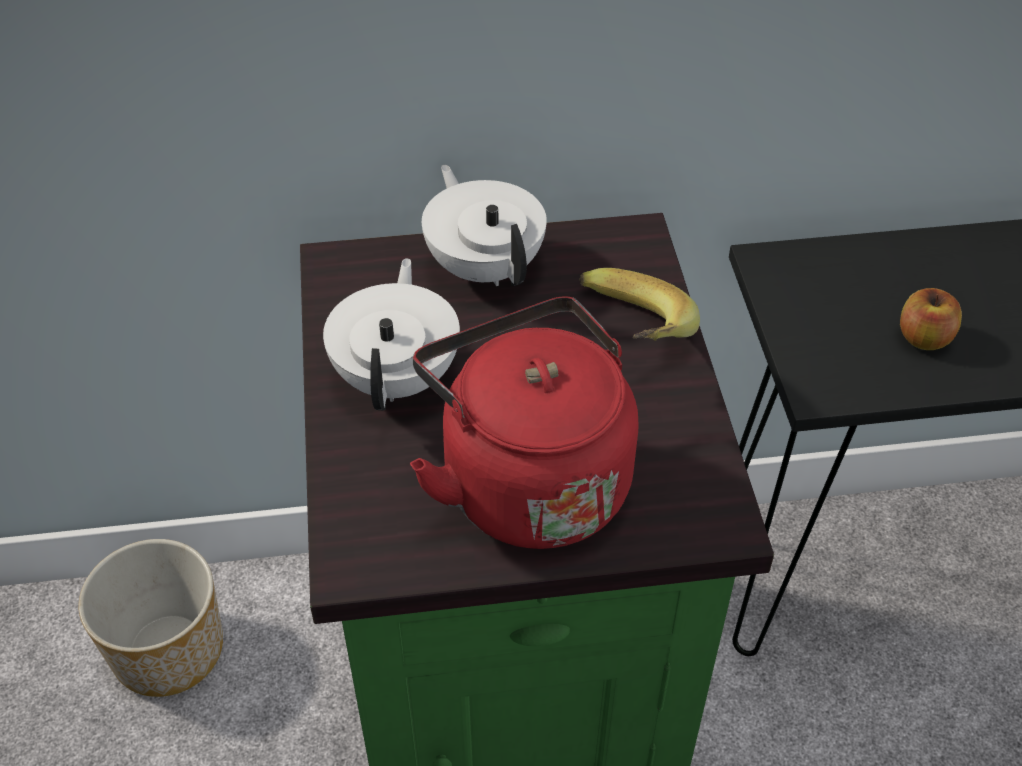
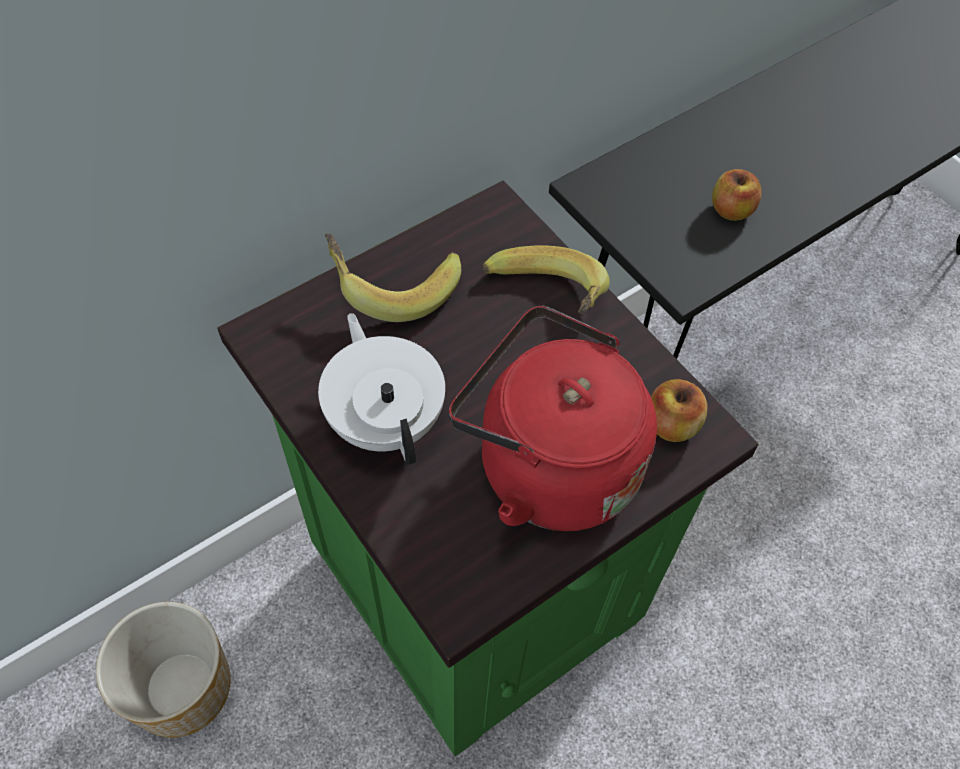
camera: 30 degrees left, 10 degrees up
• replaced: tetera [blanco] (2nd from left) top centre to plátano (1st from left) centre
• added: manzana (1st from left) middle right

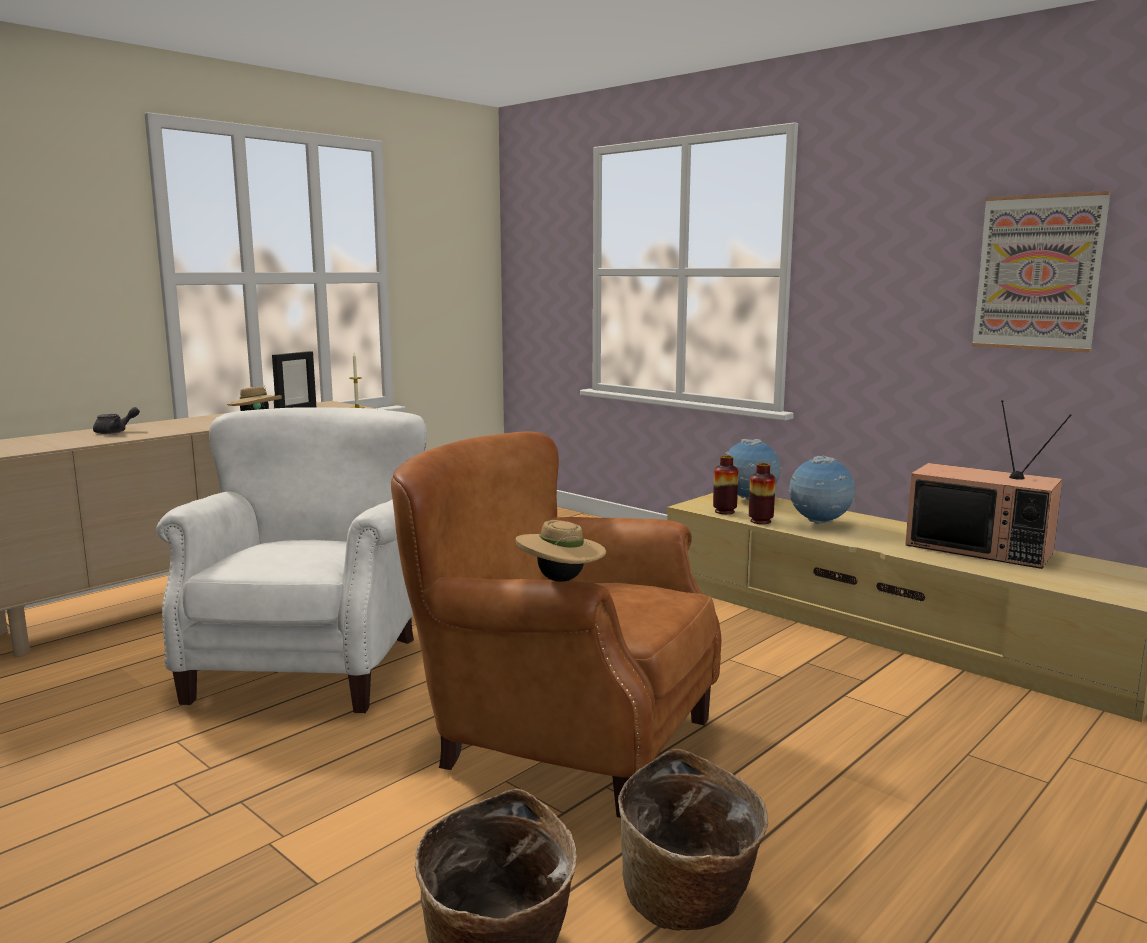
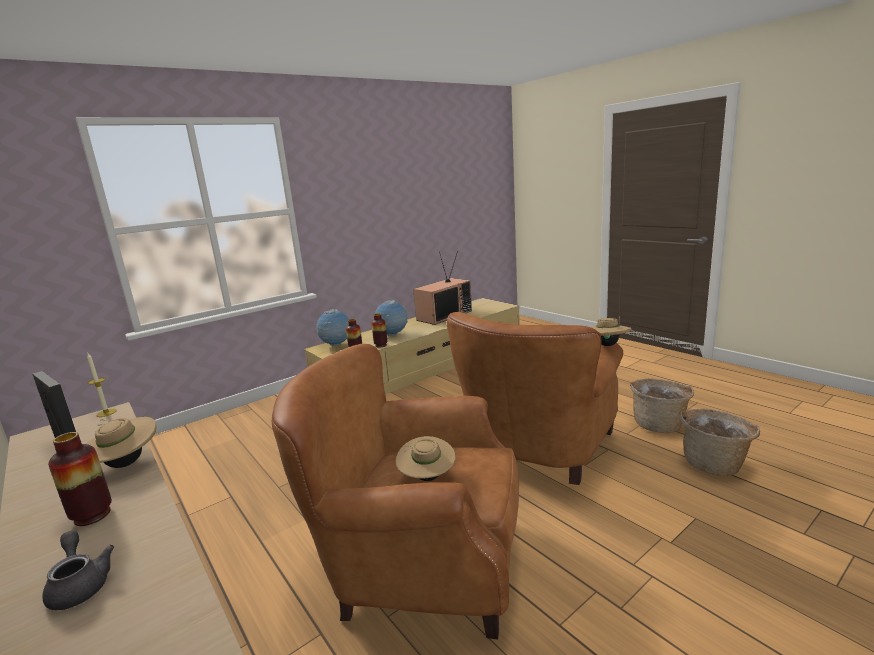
camera: 80 degrees left, 5 degrees up
• added: florero (1st from left) bottom left
• recoloured: sillón [blanco] middle left to sillón [marrón] (1st from left) bottom centre
• added: sombrero [beis] (2nd from left) bottom centre
• removed: cuadro top right

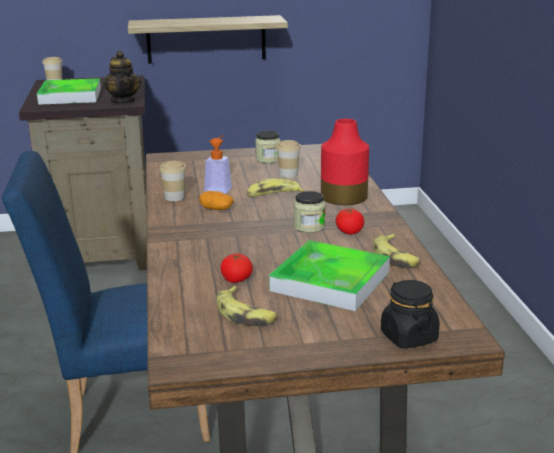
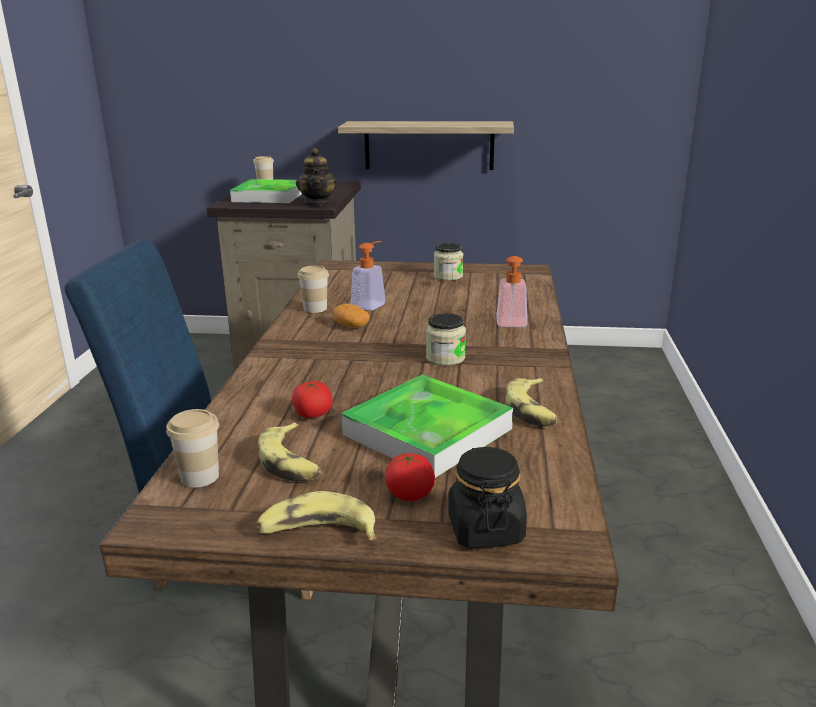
camera: 15 degrees right, 0 degrees up
• moved: taza (3rd from left in the first image) centre to taza (1st from left) middle left
• moved: plátano (2nd from left) centre to bottom centre
• moved: tomate (2nd from left) centre to bottom centre
• replaced: florero [rojo] centre to dispensador de jabón (2nd from left) centre

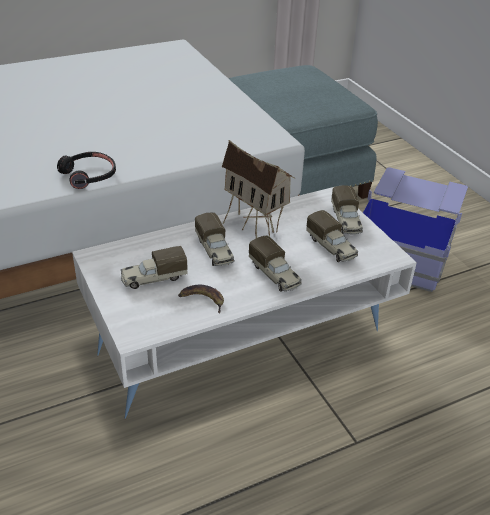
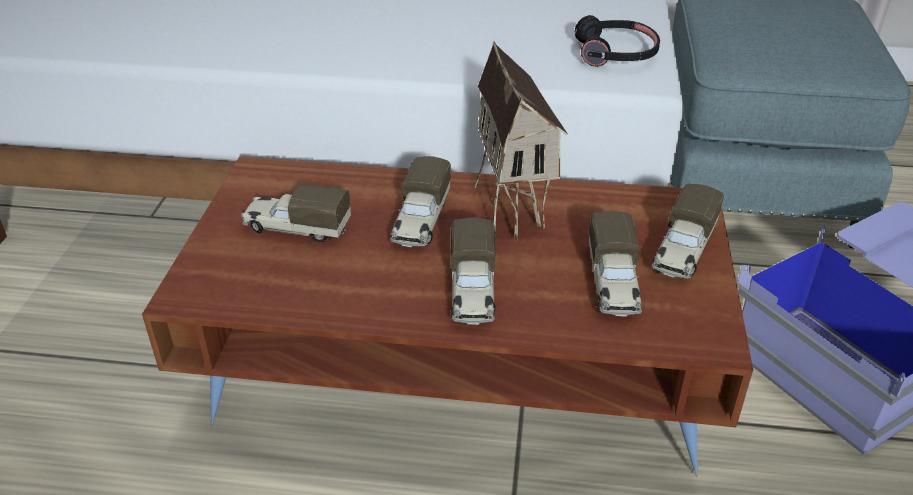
camera: 35 degrees right, 0 degrees up
• recoloured: mesa de centro [blanco] centre to mesa de centro [marrón] centre
• moved: auriculares [negro] top left to top right
• removed: plátano centre

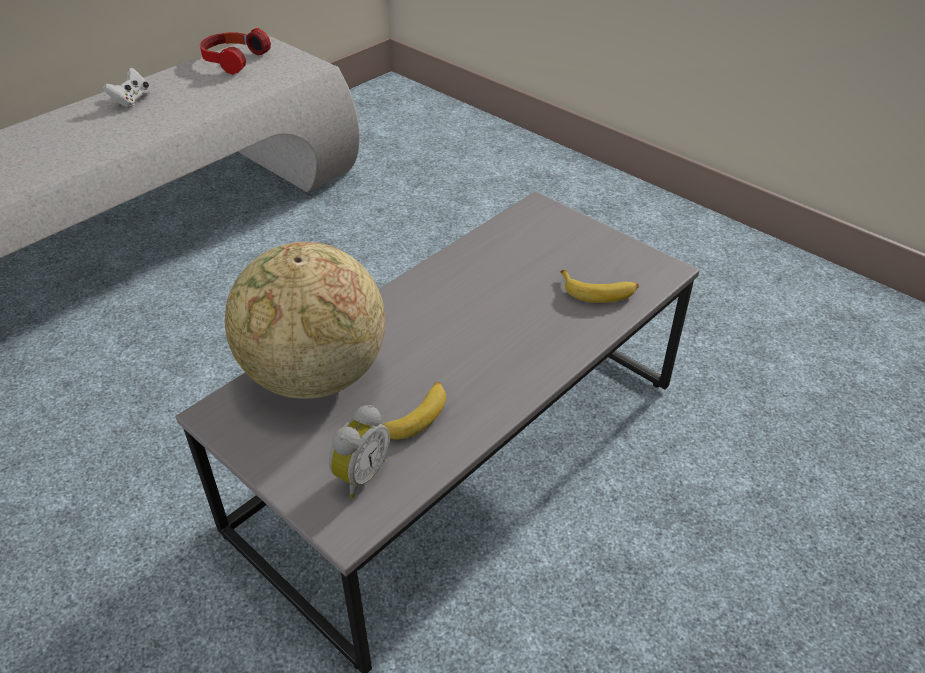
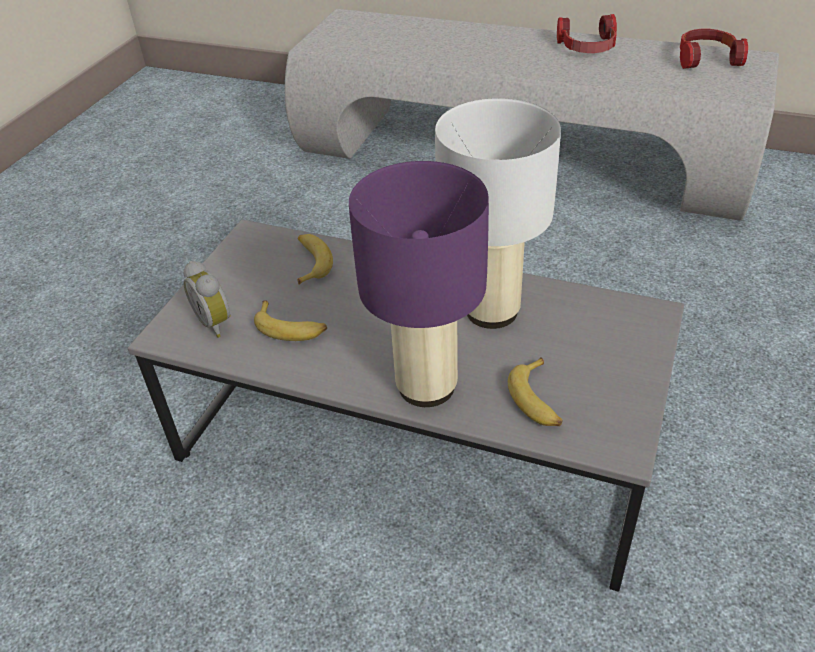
camera: 70 degrees right, 0 degrees up
• turned: despertador bottom centre = middle left 45 degrees clockwise
• replaced: globo terráqueo middle left to plátano (2nd from left) centre
• added: lámpara de mesa [morado] centre
• added: lámpara de mesa [blanco] top centre
• replaced: mando de consola [blanco] top left to auriculares (1st from left) top right

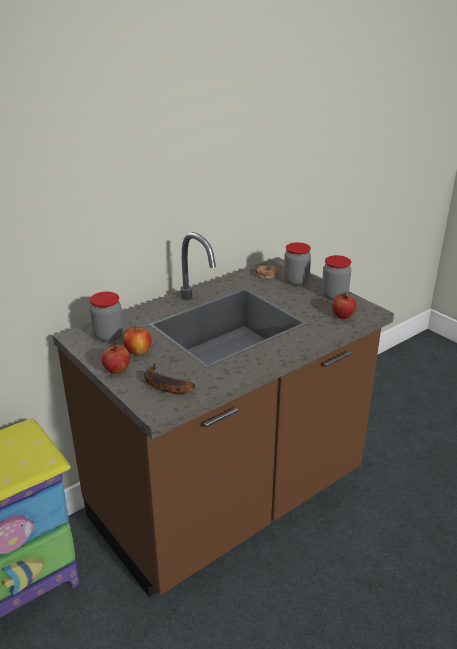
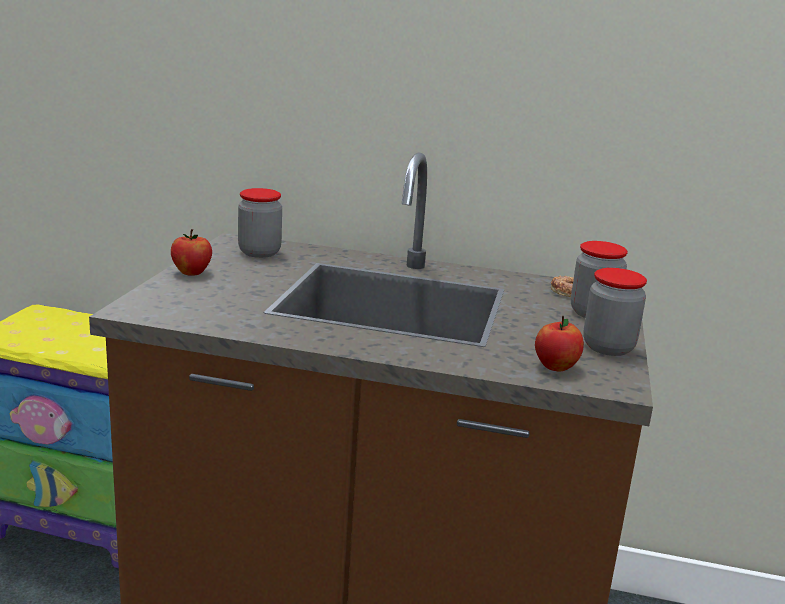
camera: 50 degrees right, 10 degrees down
• removed: manzana (2nd from left) middle left
• removed: plátano centre

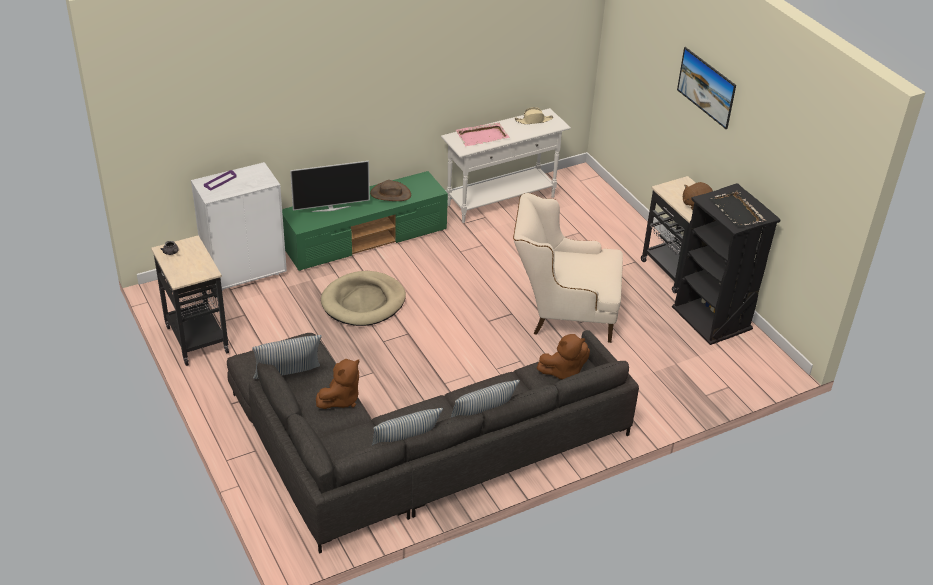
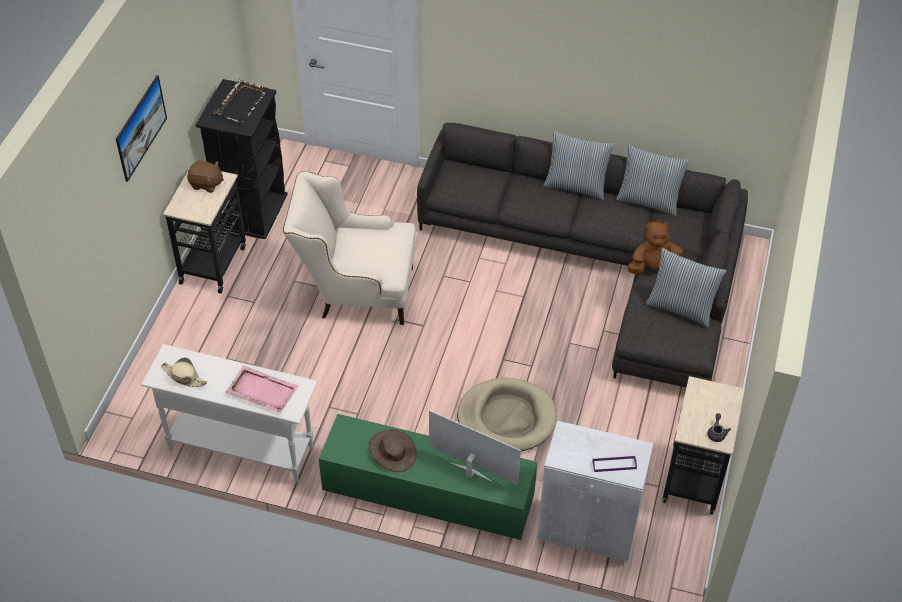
camera: 135 degrees left, 10 degrees up
• turned: sillón [beis] centre = centre 135 degrees clockwise
• removed: peluche [marrón] (2nd from left) centre

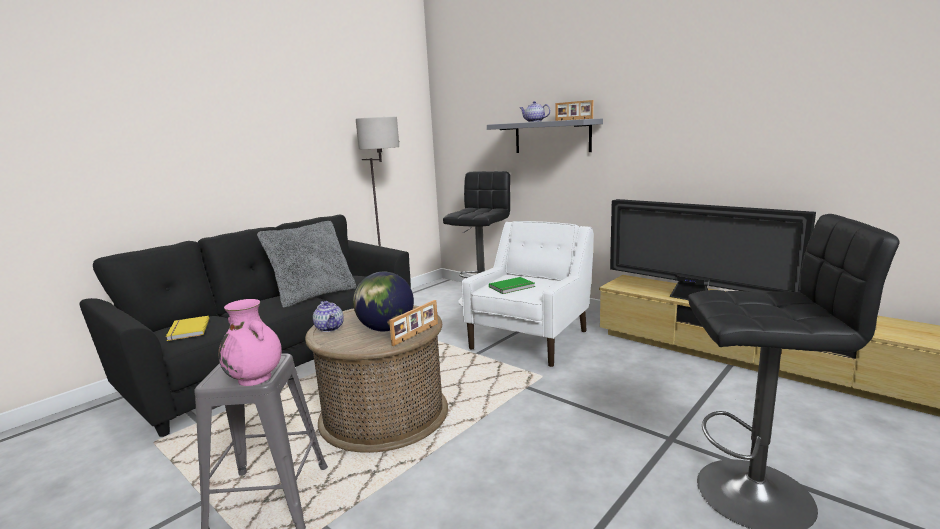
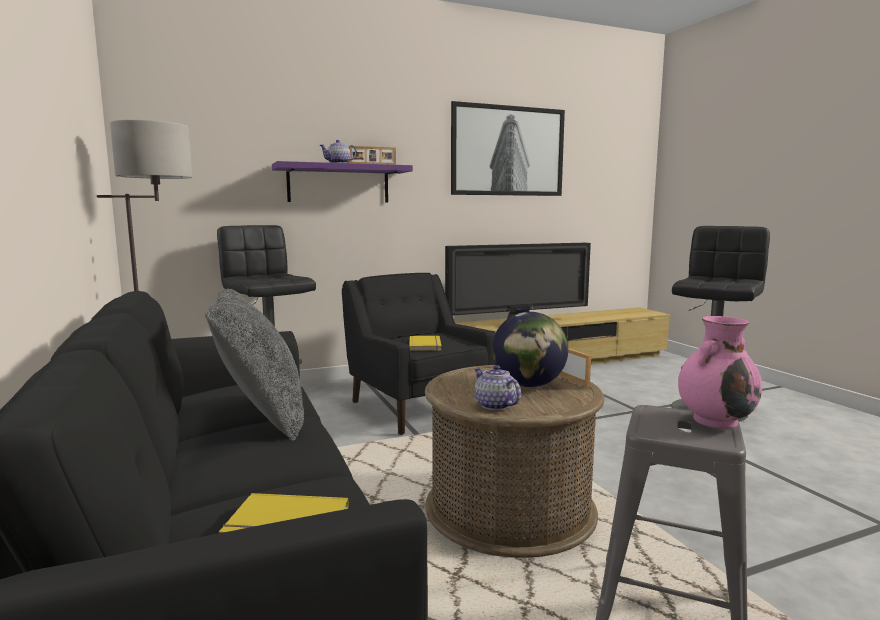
camera: 65 degrees left, 5 degrees down
• recoloured: estante [gris] top centre to estante [morado] top centre
• recoloured: sillón [blanco] centre to sillón [negro] centre
• recoloured: libro [verde] centre to libro [amarillo] (2nd from left) centre
• added: cuadro top centre
• turned: tetera (1st from left in the first image) centre = centre 120 degrees counterclockwise

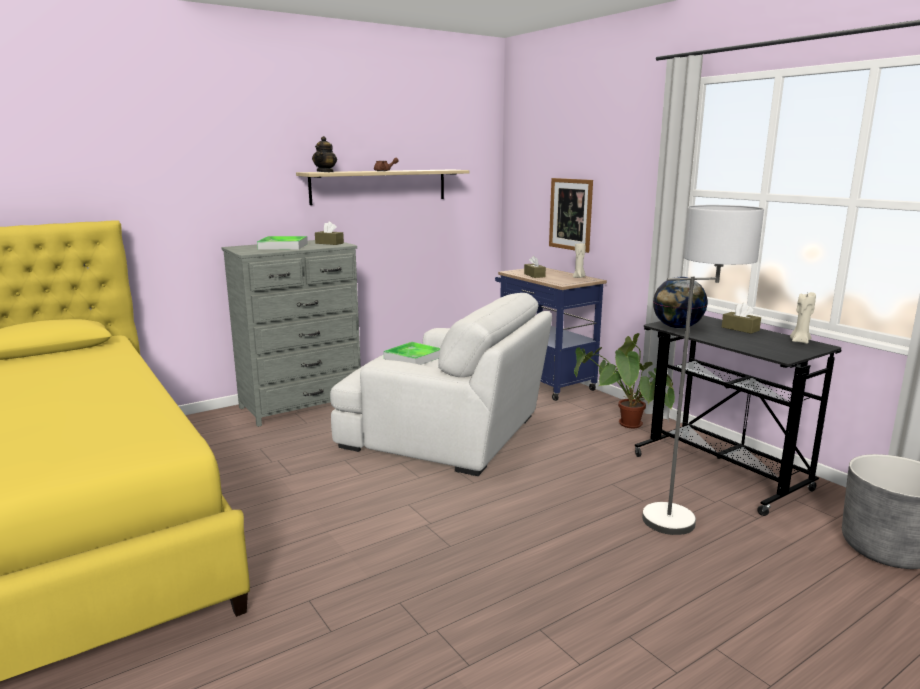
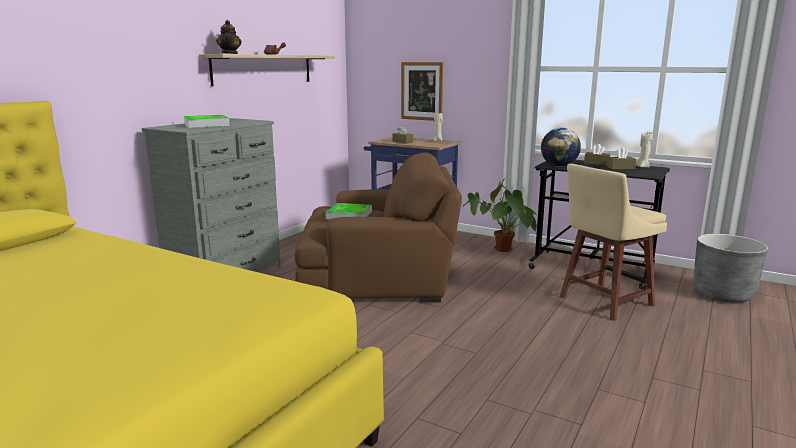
camera: 25 degrees left, 0 degrees up
• recoloured: sillón [blanco] centre to sillón [marrón] centre
• replaced: lámpara de pie [gris] middle right to taburete [beis] middle right
• moved: caja de pañuelos [marrón] (1st from left in the first image) centre to caja de pañuelos [marrón] (3rd from left) middle right

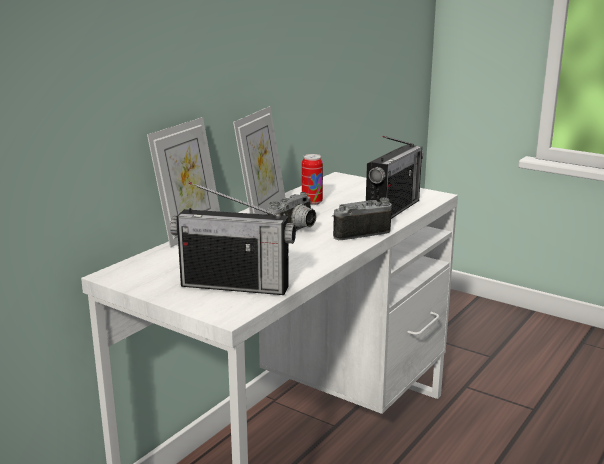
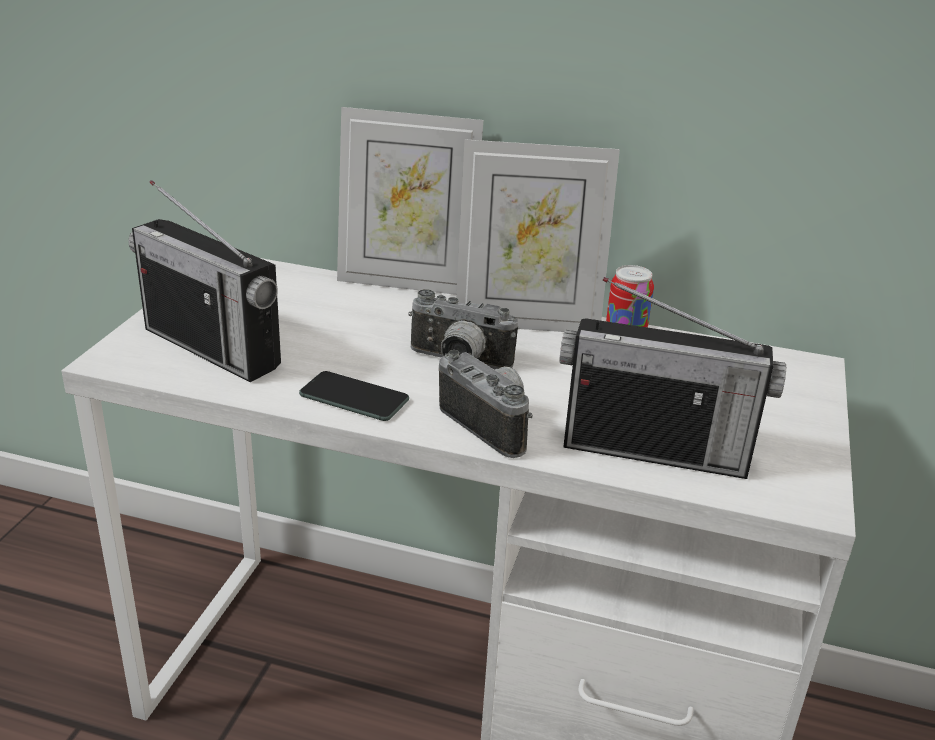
camera: 70 degrees right, 10 degrees up
• turned: radio (1st from left) centre = middle left 45 degrees counterclockwise
• added: móvil centre

